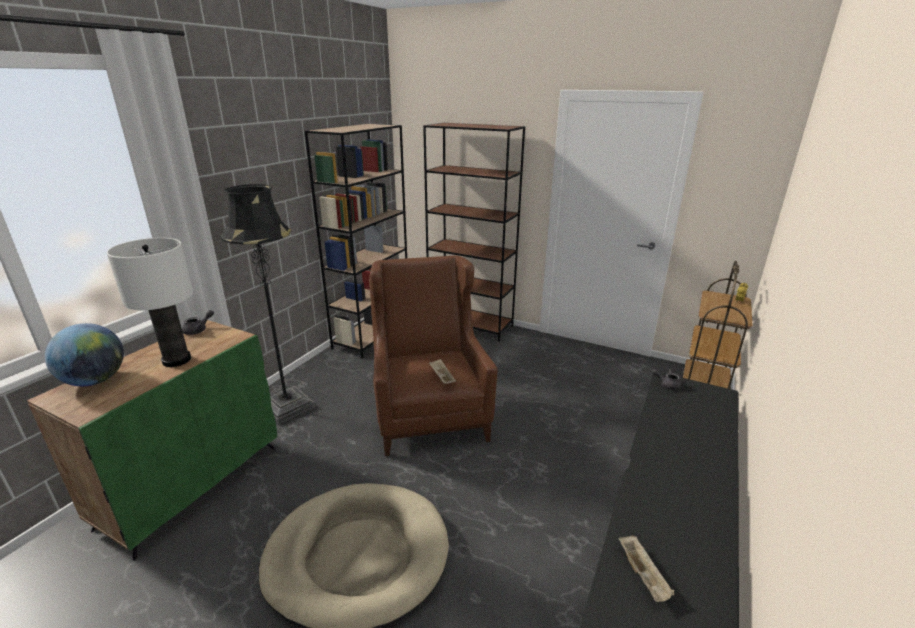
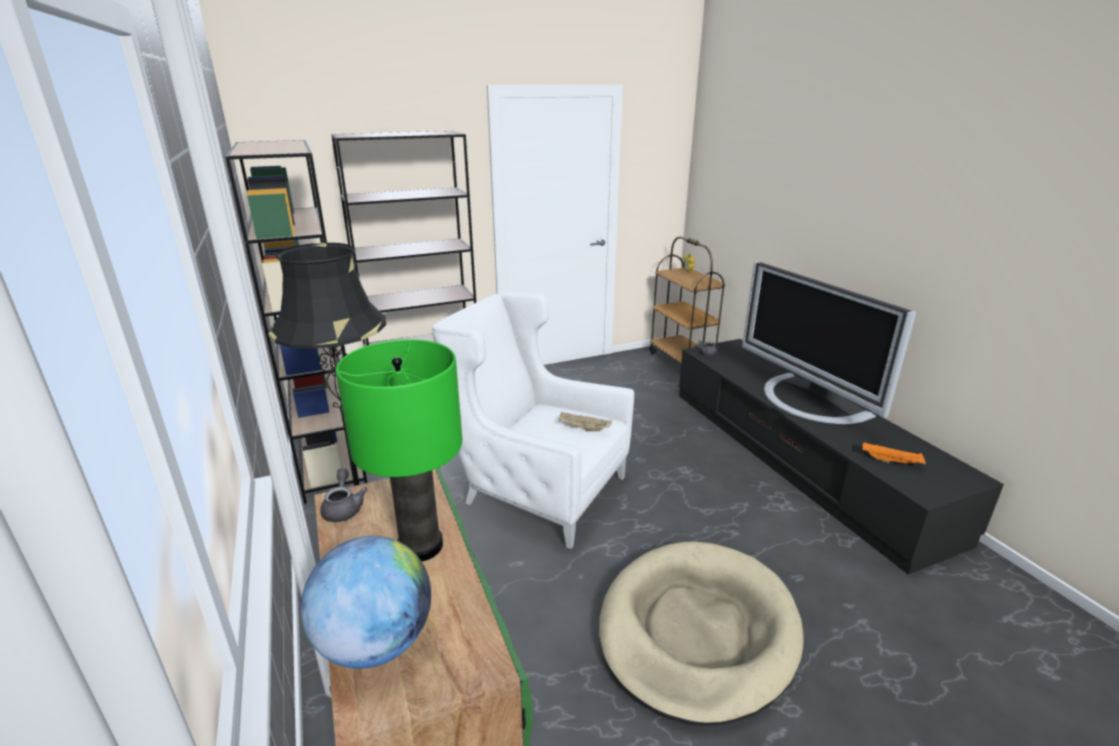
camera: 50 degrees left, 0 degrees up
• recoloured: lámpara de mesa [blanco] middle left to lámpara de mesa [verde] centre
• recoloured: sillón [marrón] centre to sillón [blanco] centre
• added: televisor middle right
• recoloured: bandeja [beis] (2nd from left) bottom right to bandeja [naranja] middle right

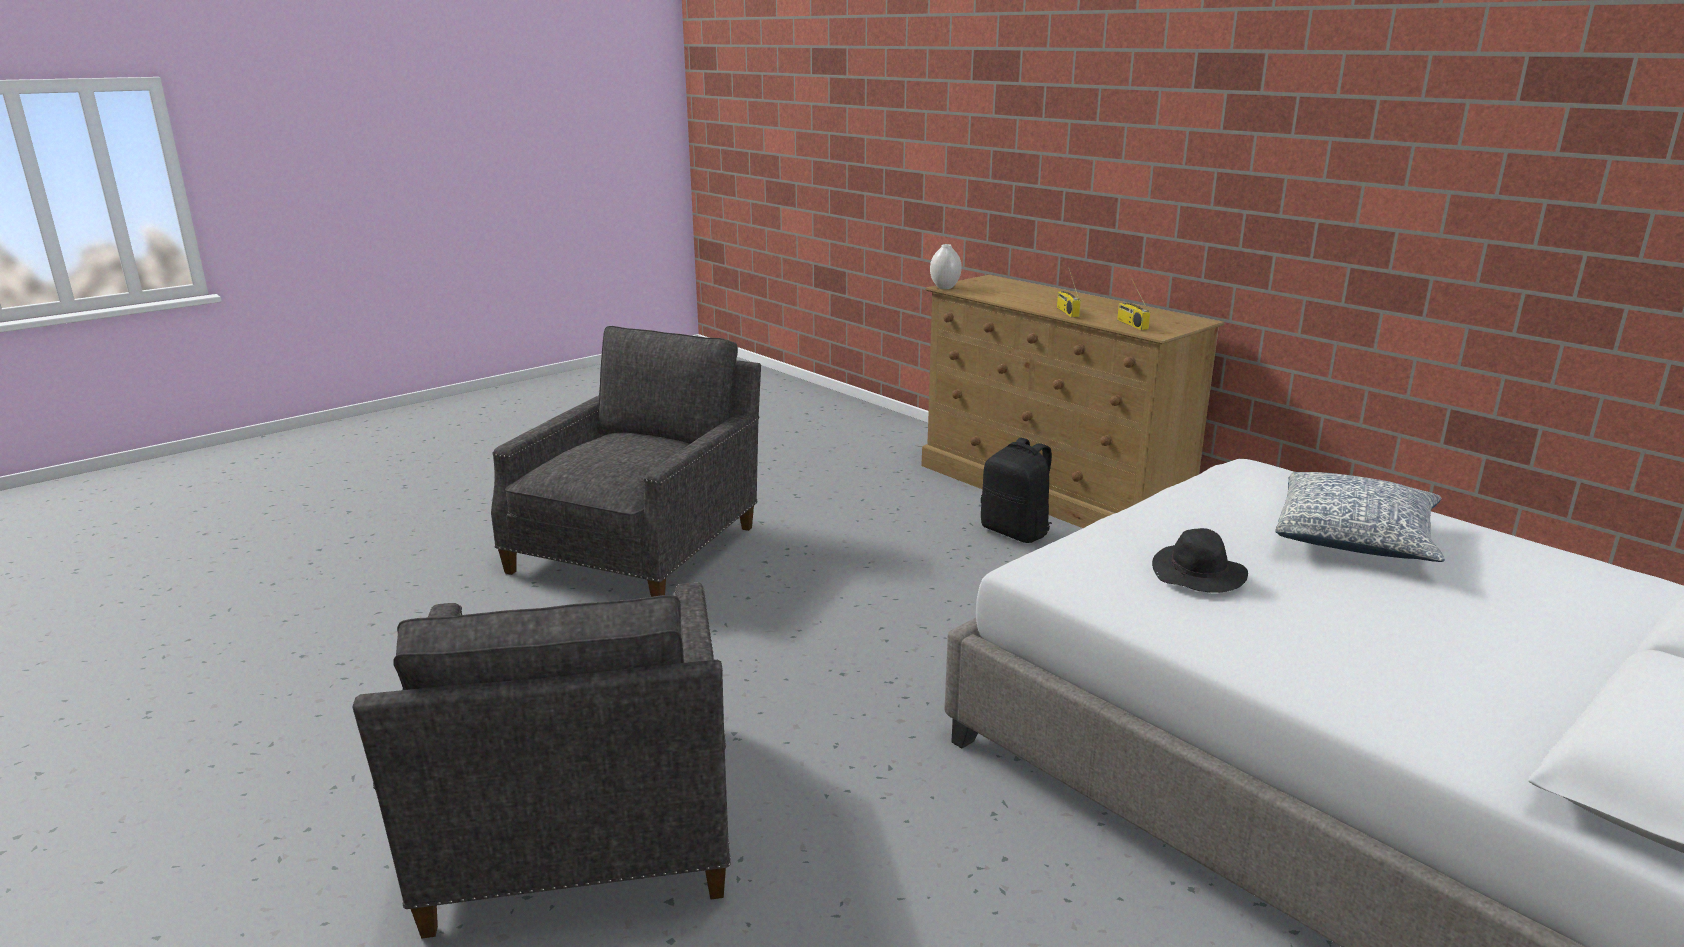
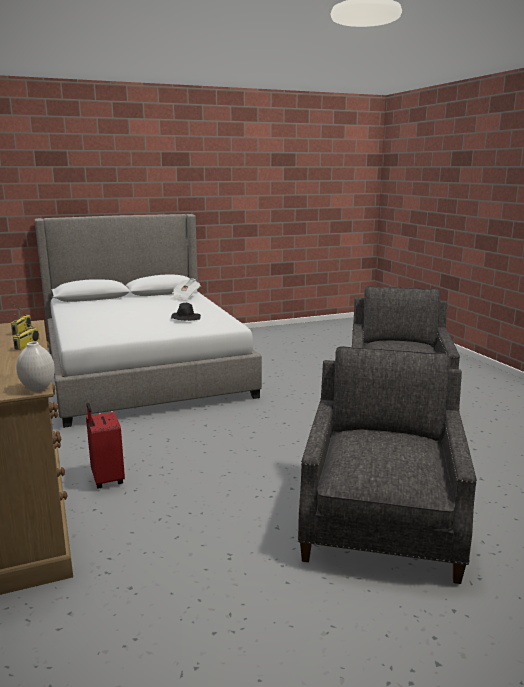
camera: 160 degrees left, 5 degrees down
• replaced: mochila [negro] centre to maleta [rojo] middle left
• added: periódico centre
• turned: sillón [gris] (2nd from left in the first image) centre = bottom right 150 degrees clockwise
• removed: cojín middle right

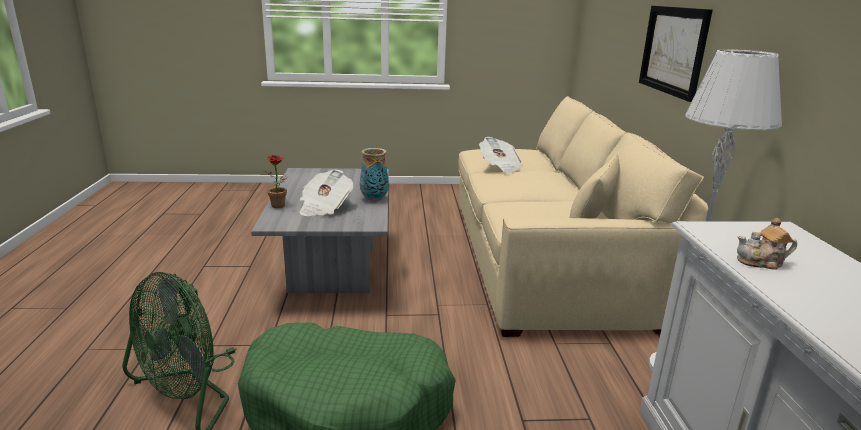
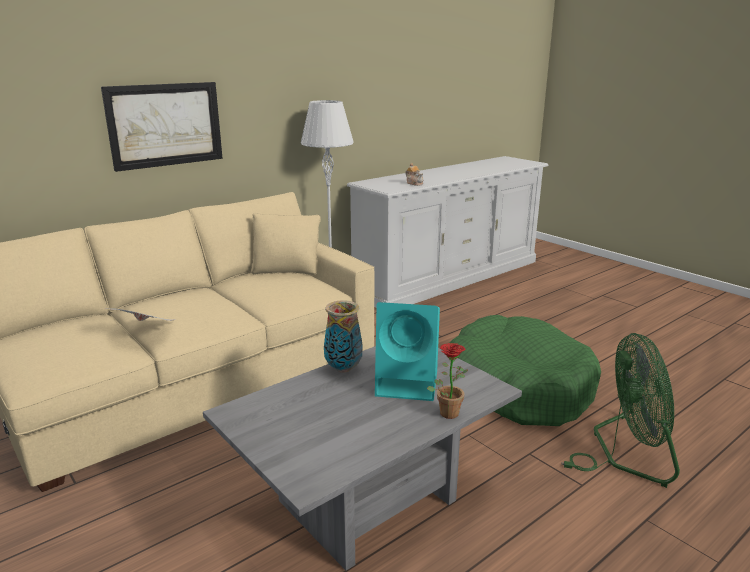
camera: 125 degrees left, 0 degrees up
• replaced: periódico (1st from left) centre to altavoz [turquesa] centre

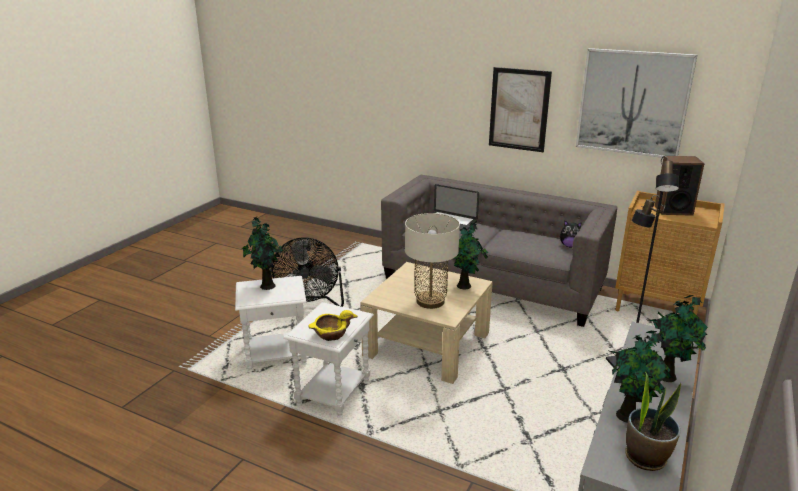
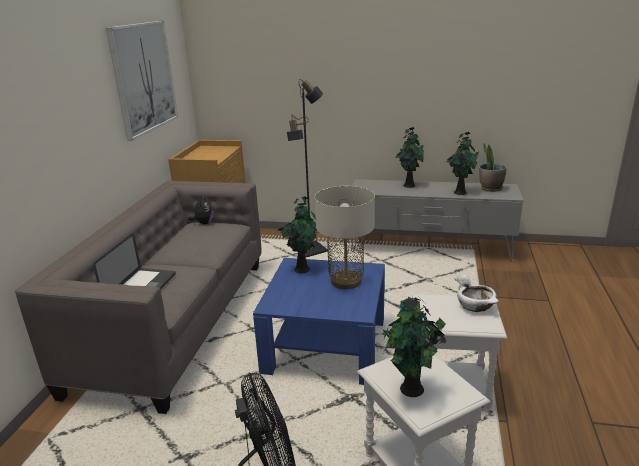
camera: 105 degrees left, 0 degrees up
• recoloured: mesa de centro [beis] centre to mesa de centro [azul] bottom centre
• recoloured: cuenco [amarillo] centre to cuenco [blanco] middle right
• removed: cuadro (1st from left) top centre
• removed: altavoz middle right

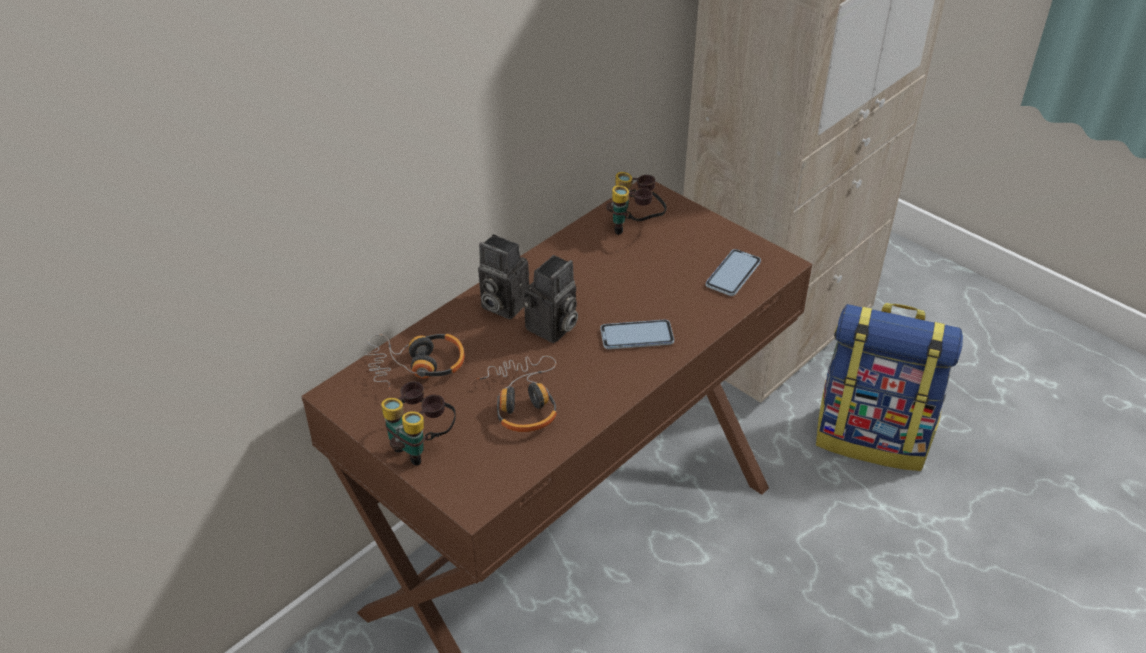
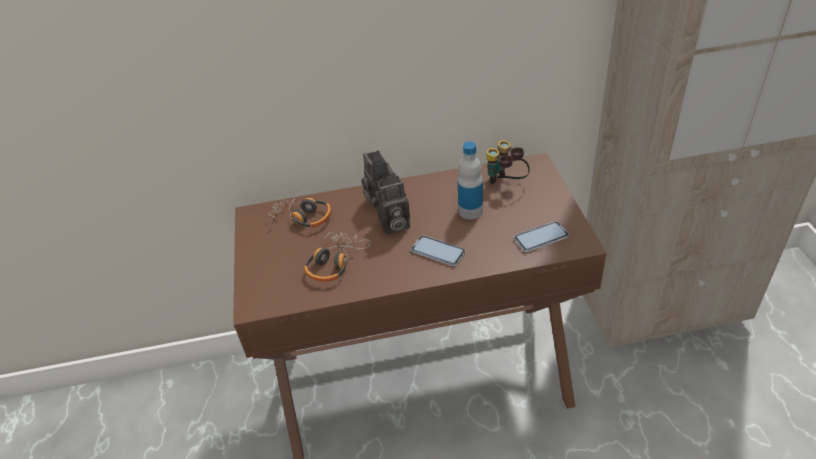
camera: 40 degrees right, 0 degrees up
• added: botella centre
• removed: prismáticos (1st from left) centre
• removed: mochila middle right

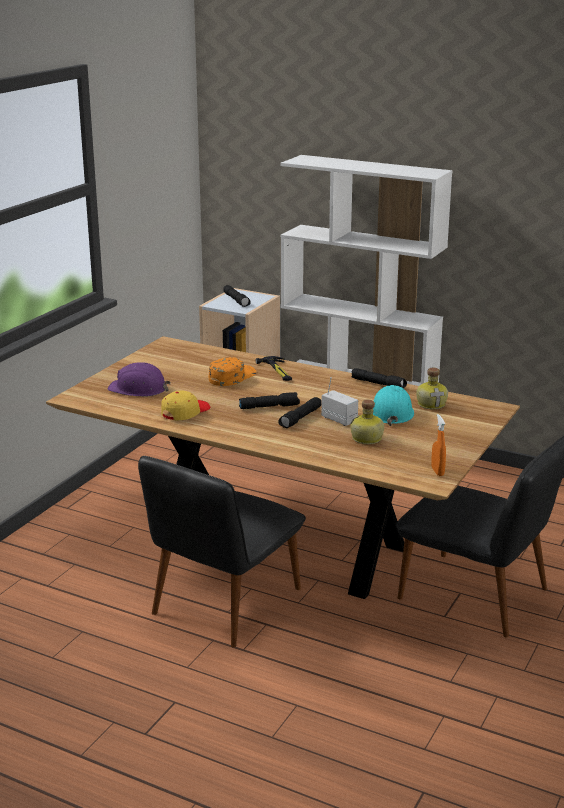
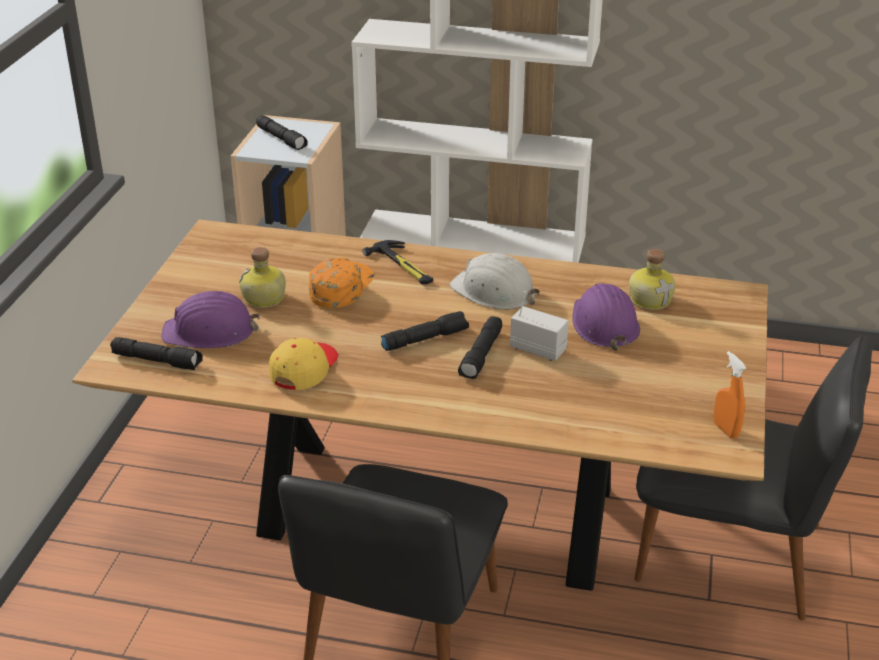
camera: 15 degrees left, 10 degrees up
• moved: linterna [negro] (4th from left in the first image) middle right to linterna [negro] (1st from left) middle left
• moved: botella (1st from left) centre to middle left
• added: casco [blanco] centre
• recoloured: casco [turquesa] middle right to casco [morado] (2nd from left) middle right

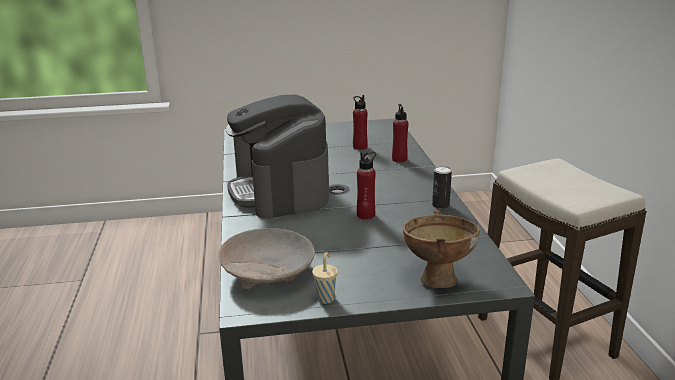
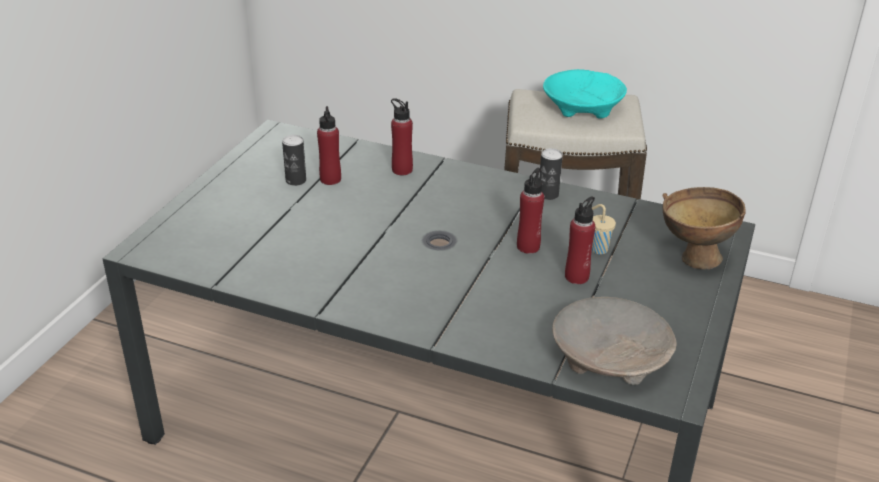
camera: 60 degrees left, 10 degrees up
• added: lata (1st from left) top centre
• added: cuenco [turquesa] top centre
• added: botella [rojo] (4th from left) centre
• moved: taza [beis] bottom centre to middle right
• removed: cafetera centre

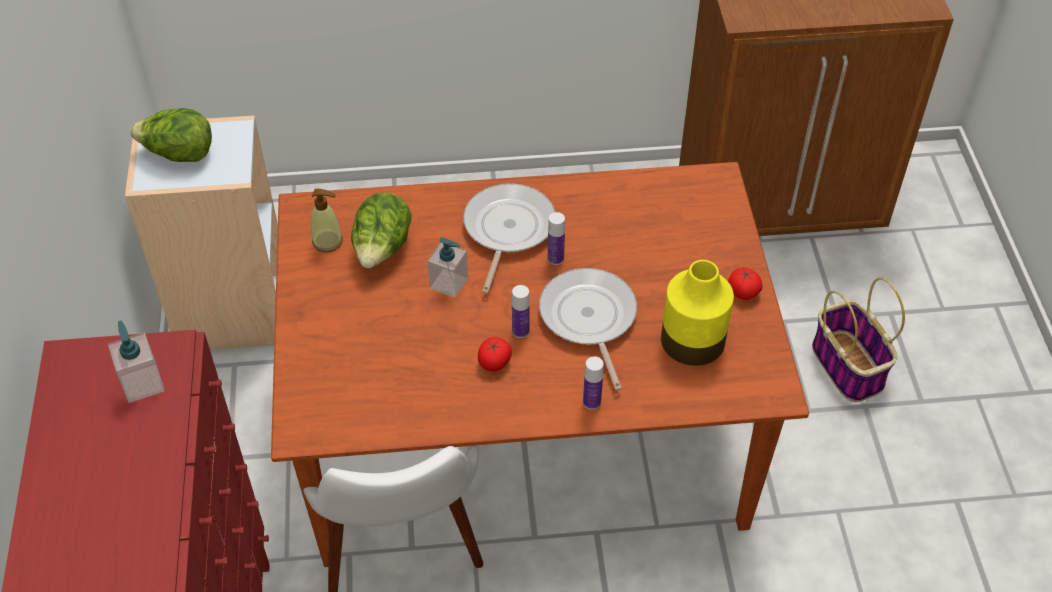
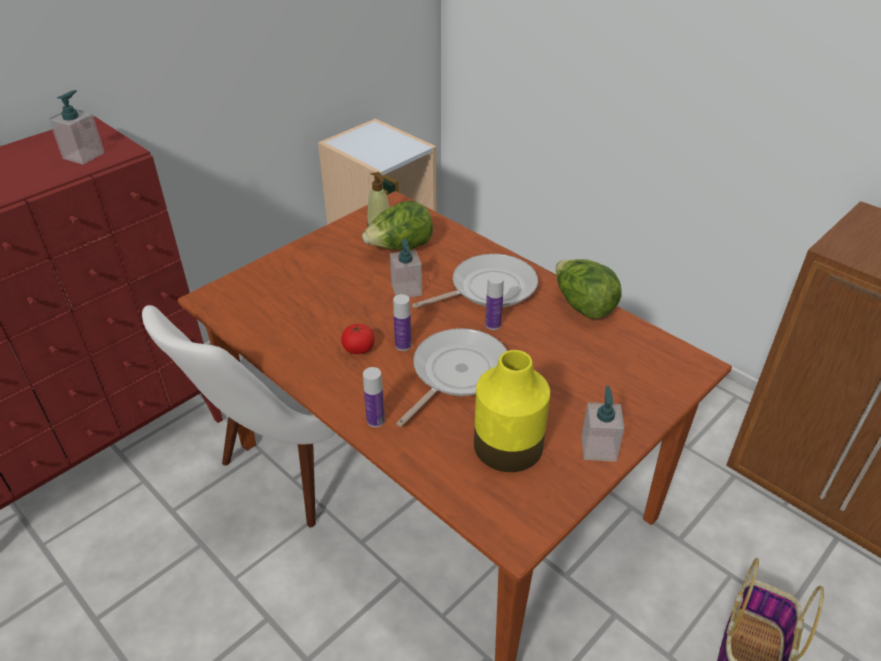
camera: 50 degrees right, 10 degrees down
• moved: lechuga (1st from left in the first image) top left to lechuga (2nd from left) middle right
• replaced: tomate (2nd from left) middle right to dispensador de jabón (4th from left) middle right

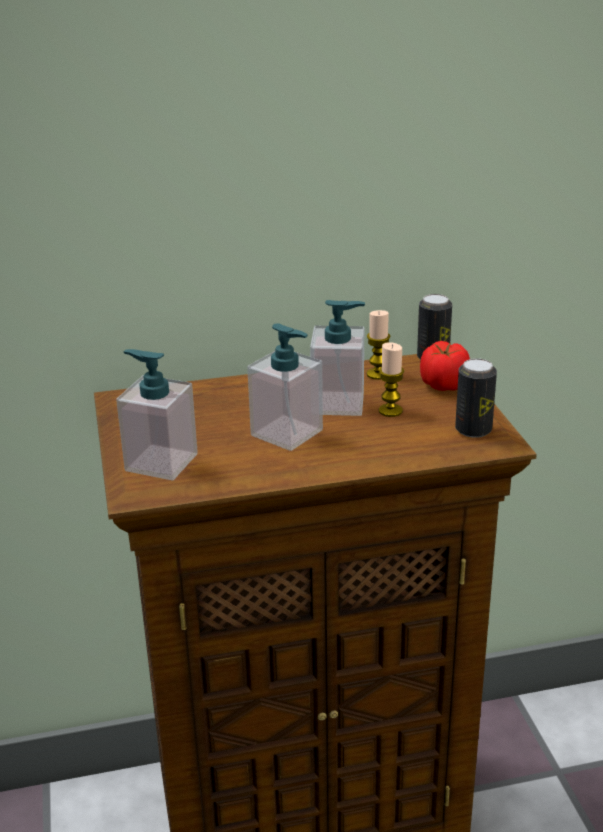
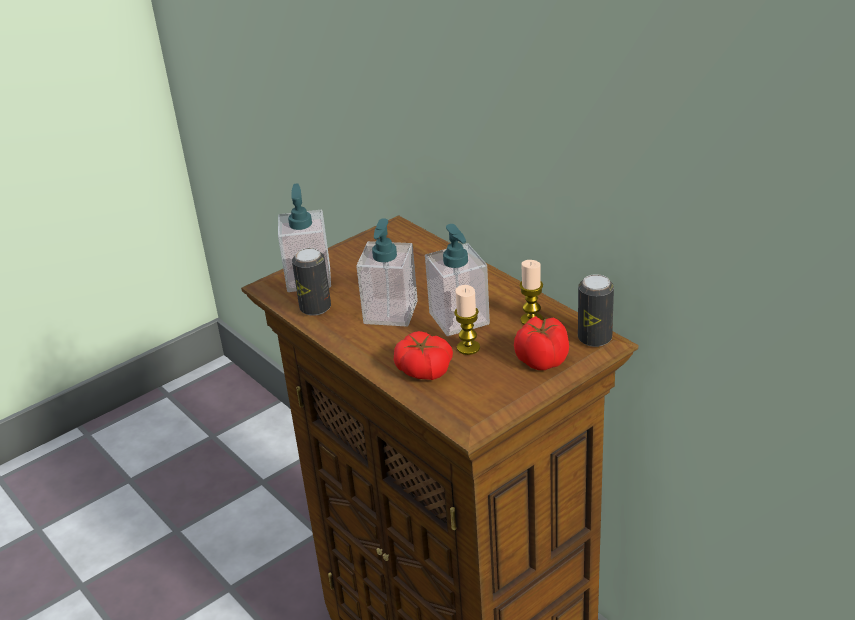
camera: 65 degrees right, 5 degrees up
• moved: lata (2nd from left in the first image) middle right to lata (1st from left) centre
• added: tomate (1st from left) centre

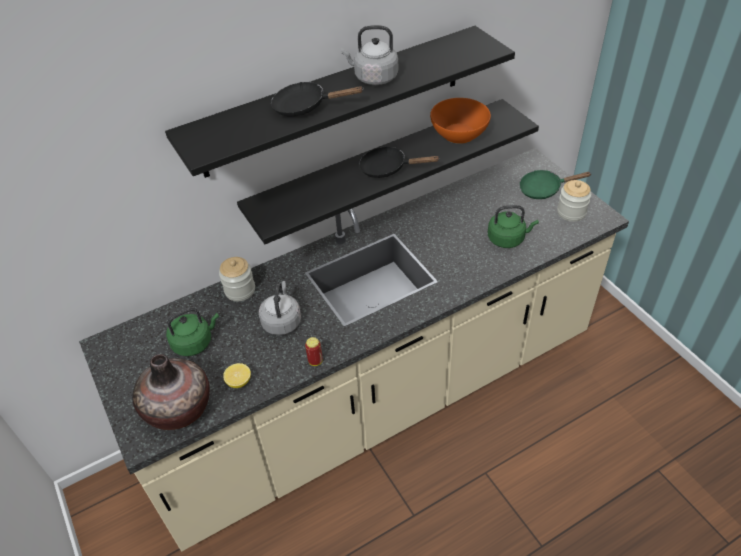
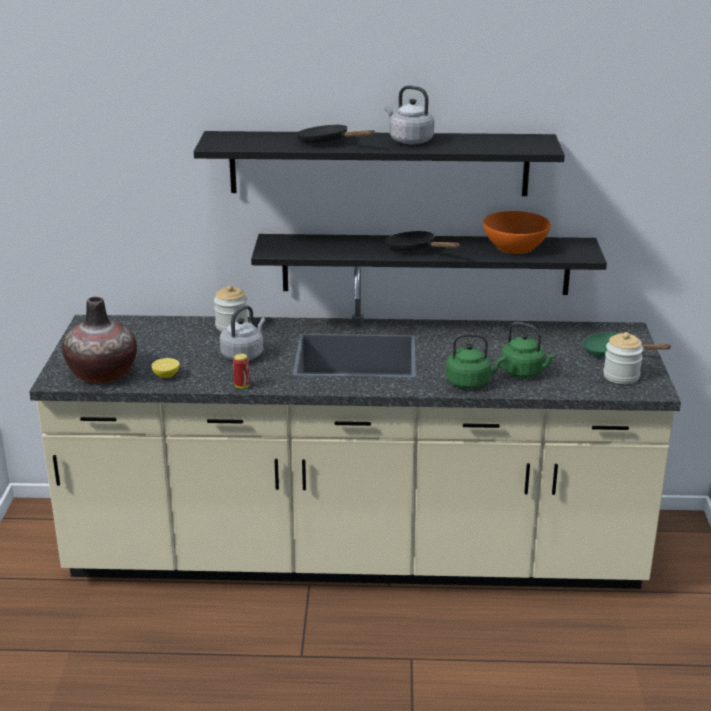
camera: 30 degrees right, 20 degrees down
• moved: hervidor [verde] (1st from left) middle left to middle right

